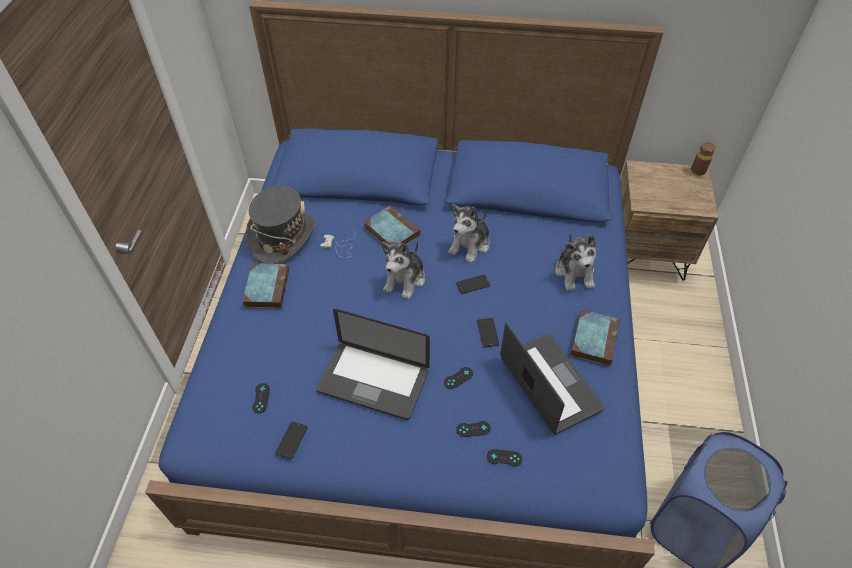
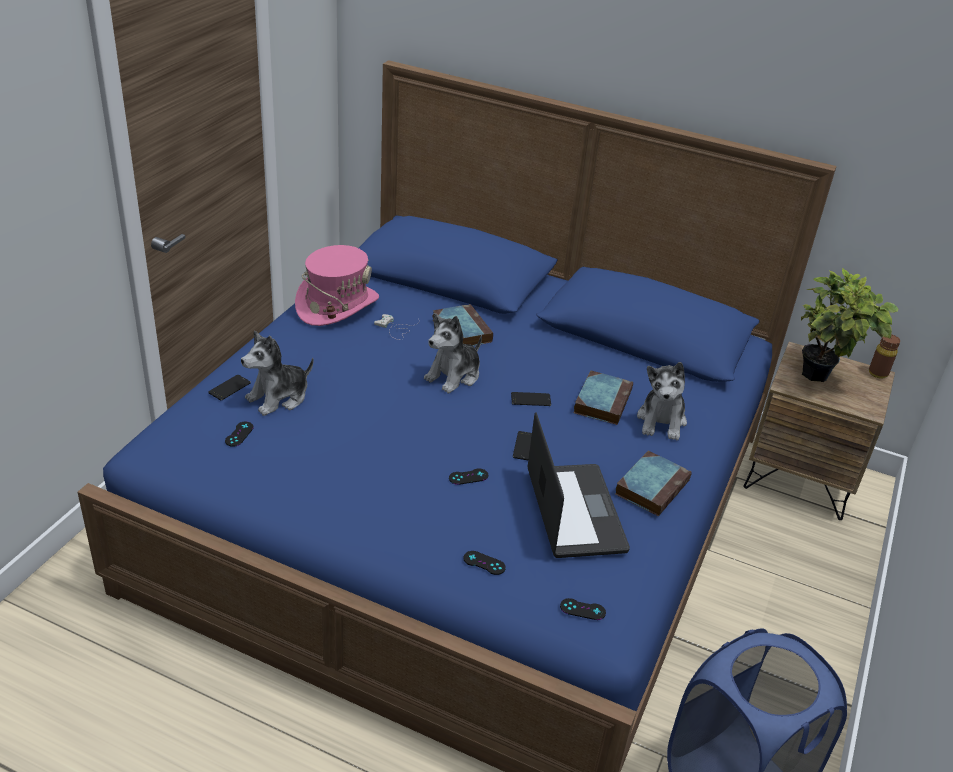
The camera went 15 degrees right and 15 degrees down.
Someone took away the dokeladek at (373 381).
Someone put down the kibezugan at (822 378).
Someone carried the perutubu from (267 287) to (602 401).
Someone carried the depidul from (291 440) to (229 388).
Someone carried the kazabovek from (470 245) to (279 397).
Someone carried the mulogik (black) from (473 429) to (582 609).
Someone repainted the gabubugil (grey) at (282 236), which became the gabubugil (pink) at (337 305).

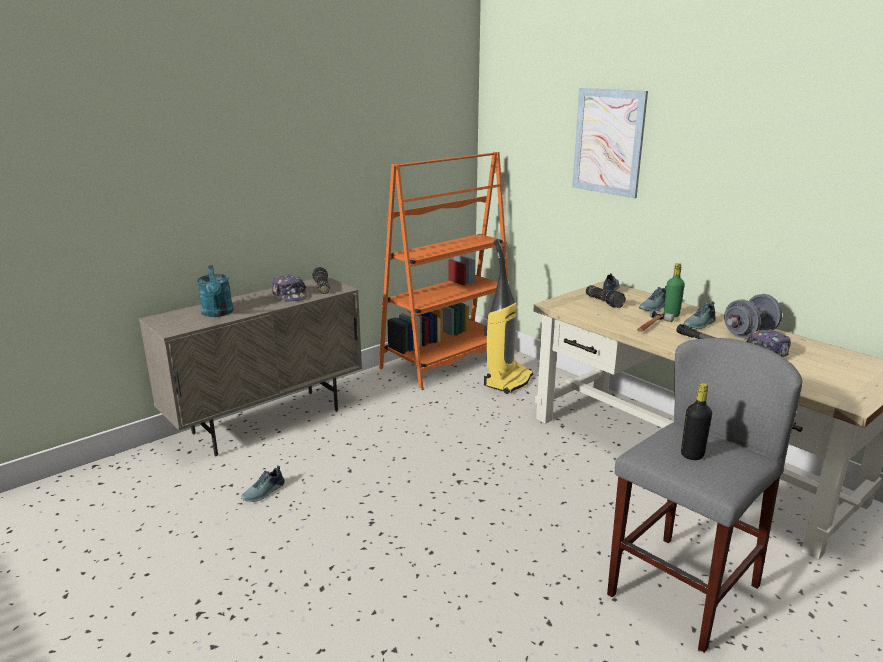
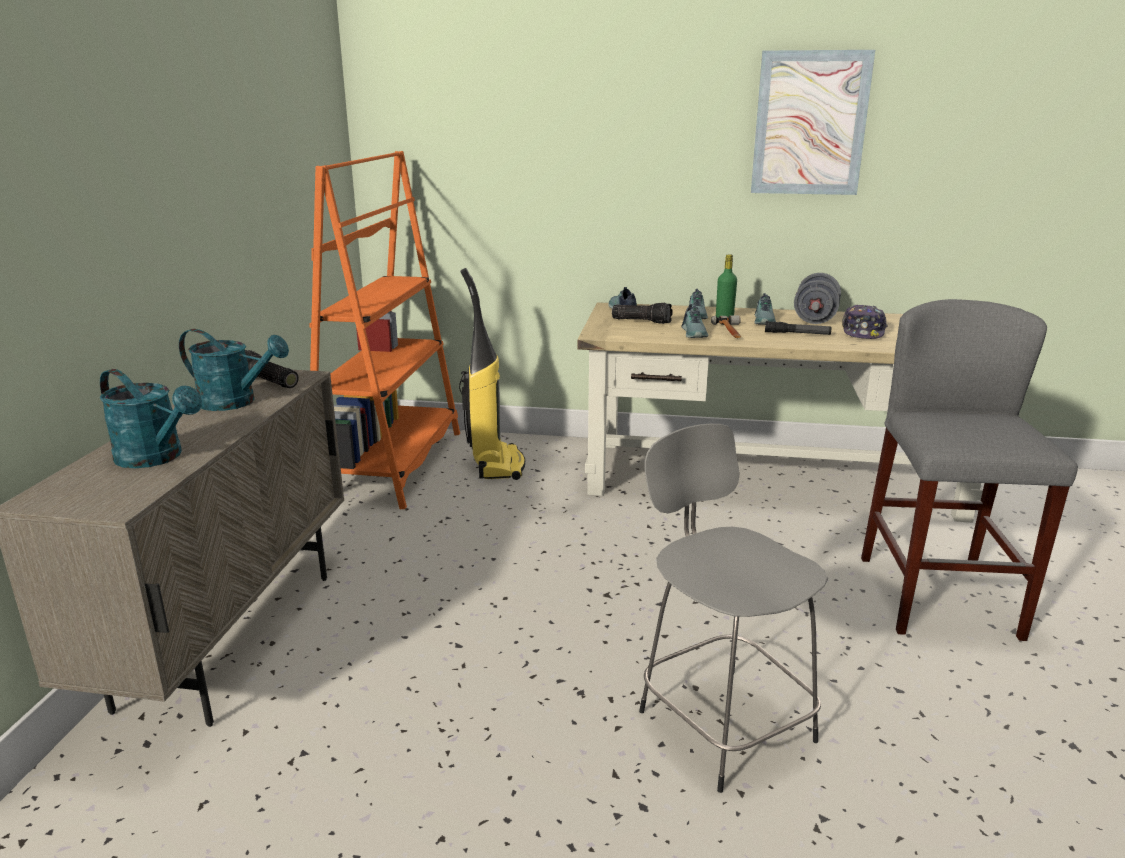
The camera went 40 degrees left and 0 degrees up.
Someone took away the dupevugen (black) at (692 455).
Someone put down the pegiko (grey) at (722 722).
Someone carried the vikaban from (264 492) to (695 333).
Someone carried the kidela from (608 142) to (810 124).
Someone swapped the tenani at (290 295) for the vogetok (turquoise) at (236 402).

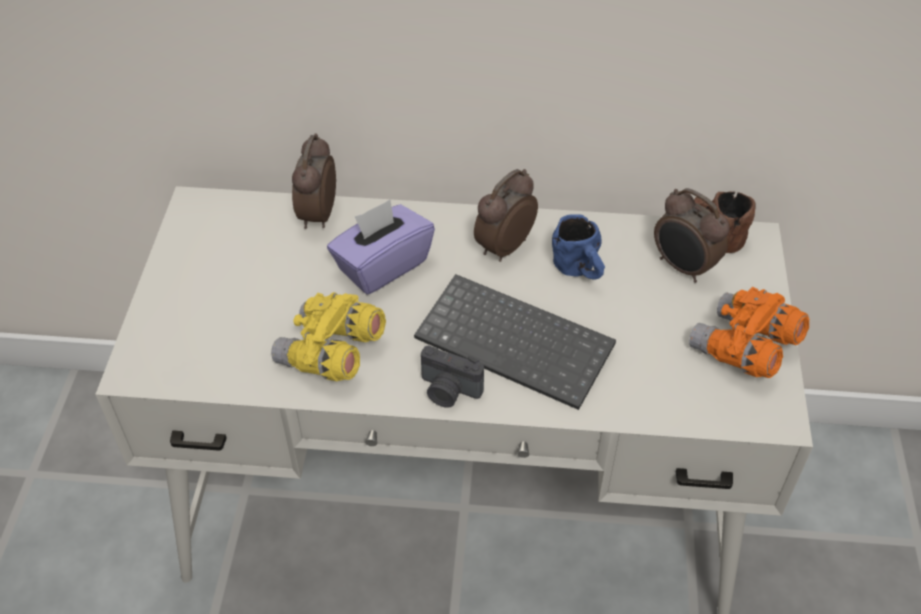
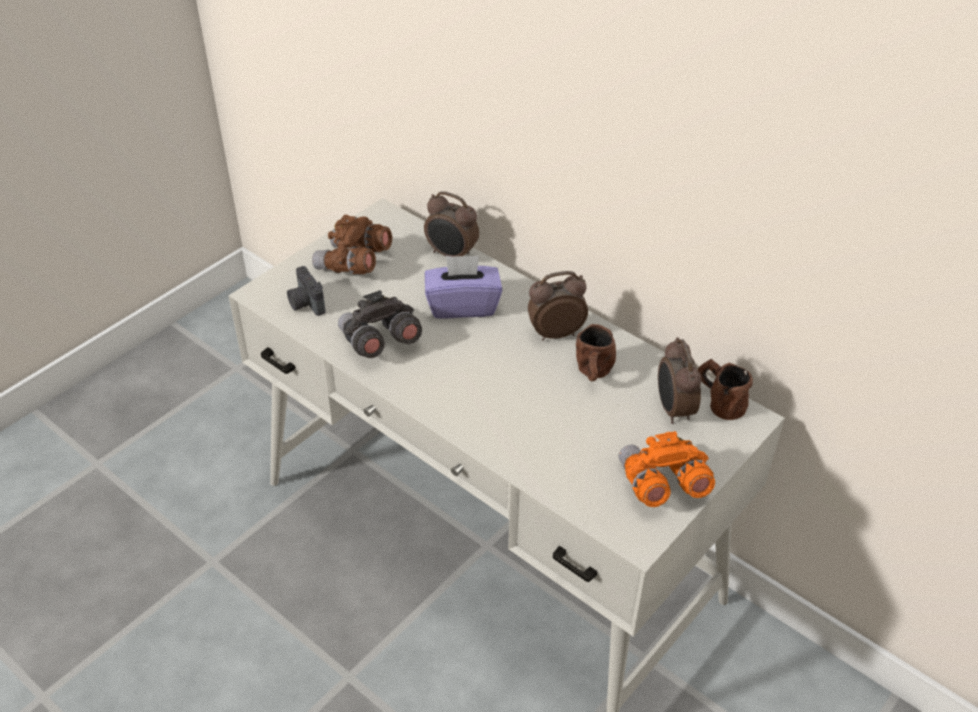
The camera went 35 degrees right and 5 degrees down.
Someone took away the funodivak at (518 342).
Someone put down the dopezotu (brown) at (354 263).
Someone carried the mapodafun from (448 391) to (305 303).
Someone repainted the dopezotu (yellow) at (331 354), which became the dopezotu (grey) at (379 342).
Someone repainted the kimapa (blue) at (580 272), which became the kimapa (brown) at (593 375).
Someone rotated the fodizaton at (317 215) by 105 degrees counterclockwise.

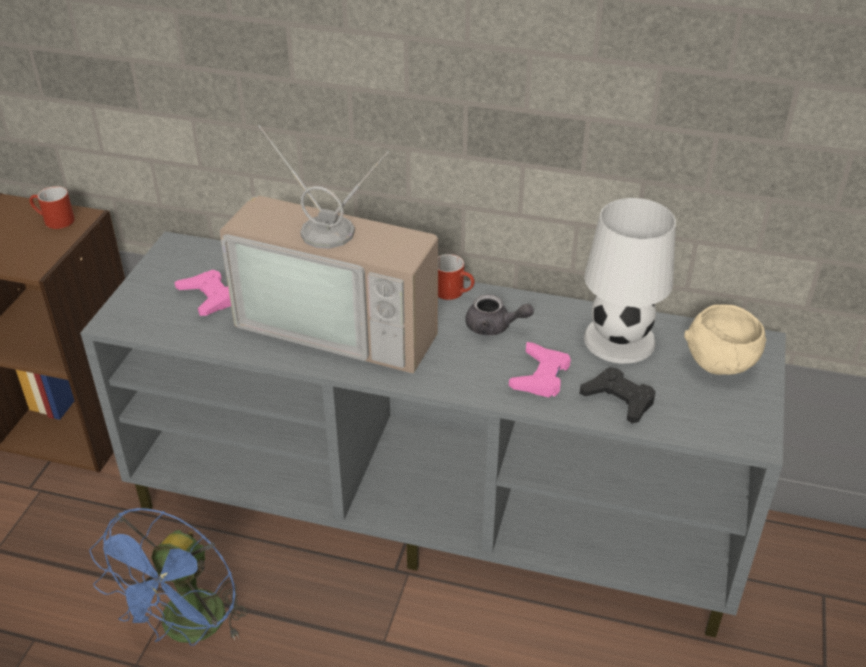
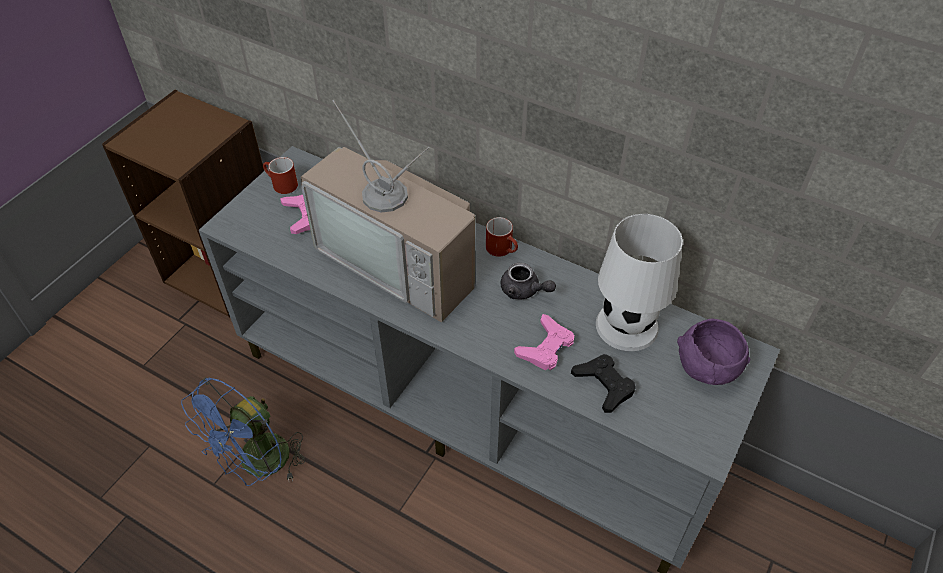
The camera went 15 degrees right and 10 degrees up.
Someone carried the kimapa (red) from (53 221) to (281 184).
Someone repainted the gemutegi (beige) at (720 365), which became the gemutegi (purple) at (706 370).

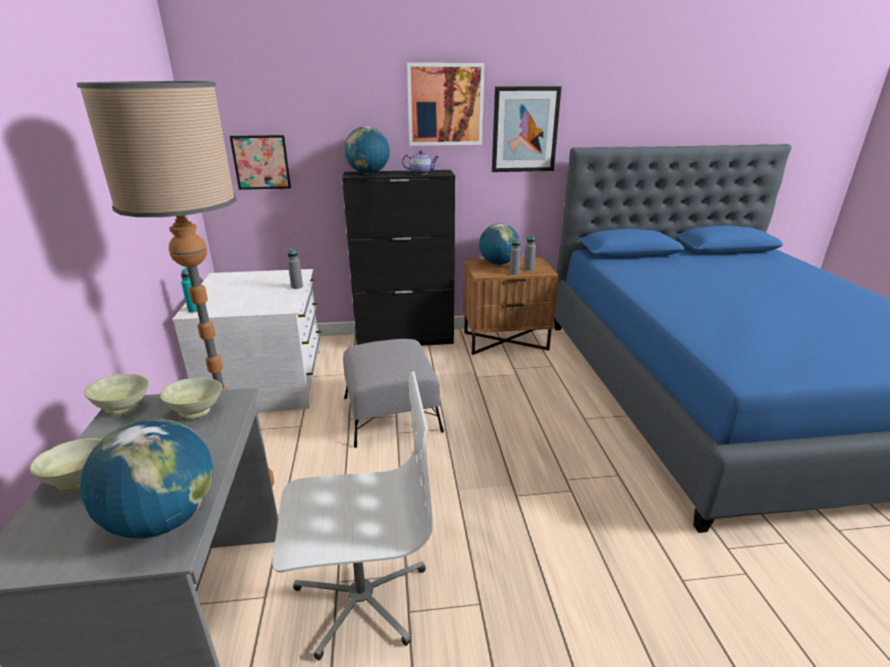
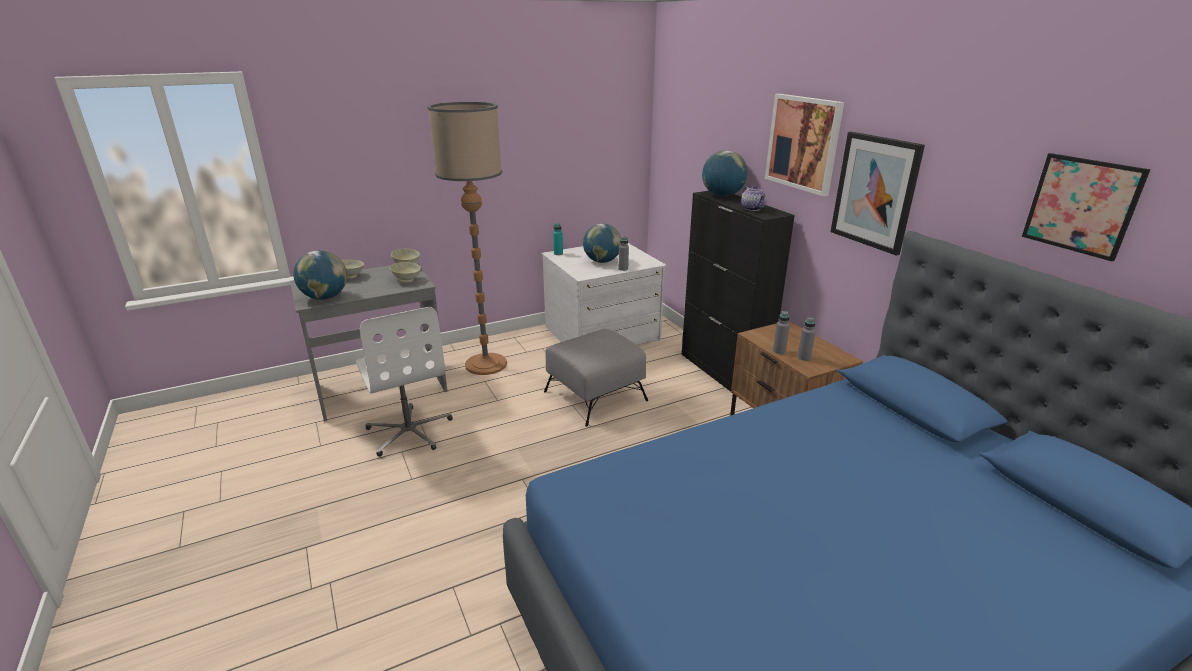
The camera went 70 degrees right and 0 degrees up.
Someone carried the kidela from (261 162) to (1081 205).
Someone carried the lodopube from (498 263) to (602 261).

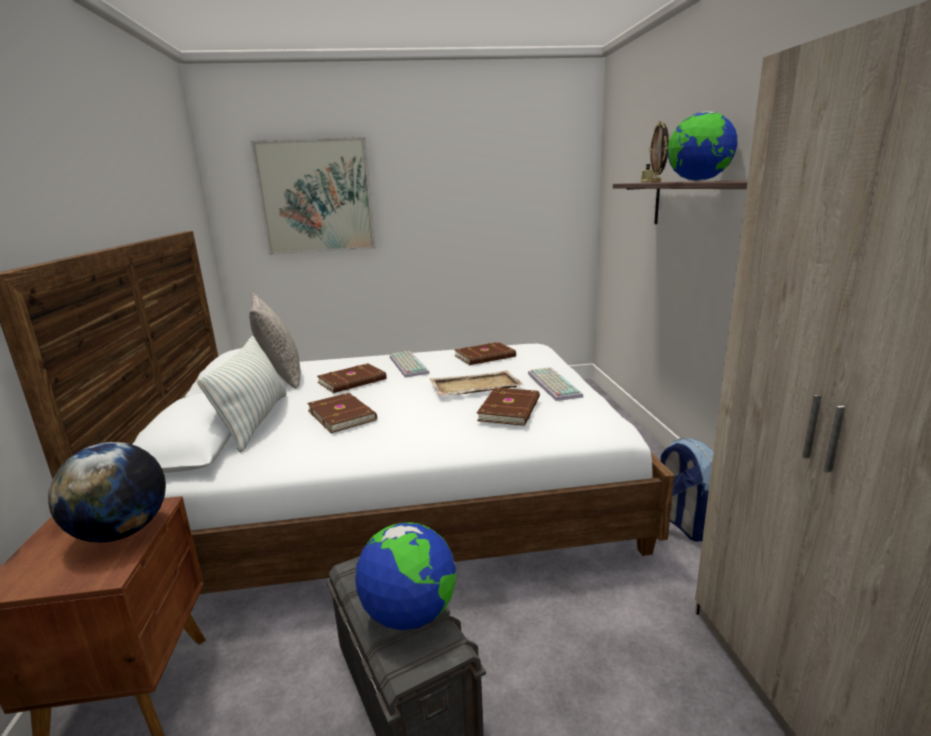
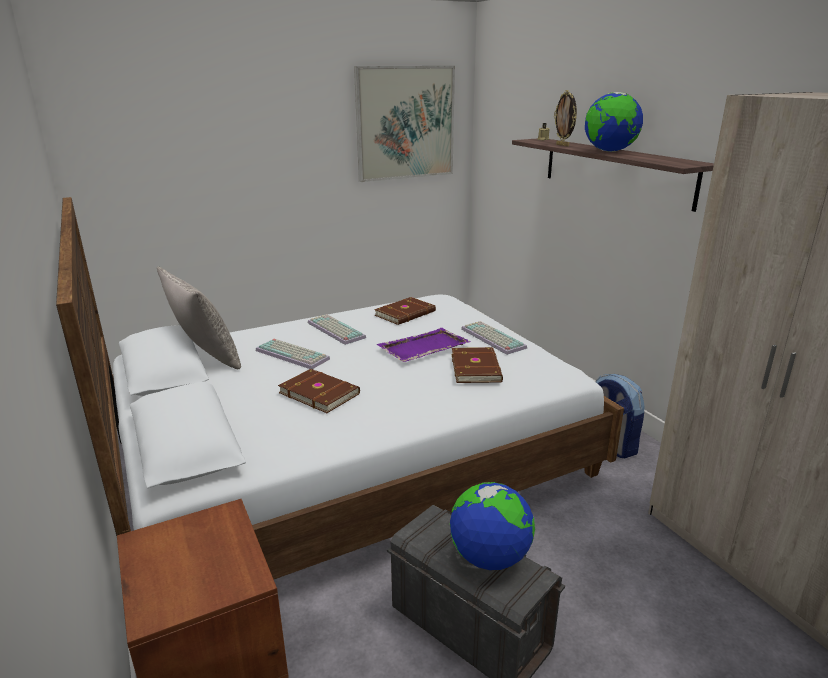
The camera went 20 degrees left and 5 degrees up.
Someone took away the lodopube at (122 532).
Someone took away the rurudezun at (255 421).
Someone carried the kidela from (316 197) to (405 123).
Someone swapped the perutubu (brown) at (353 381) for the funodivak at (294 354).
Someone repainted the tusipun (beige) at (474 386), which became the tusipun (purple) at (423 347).

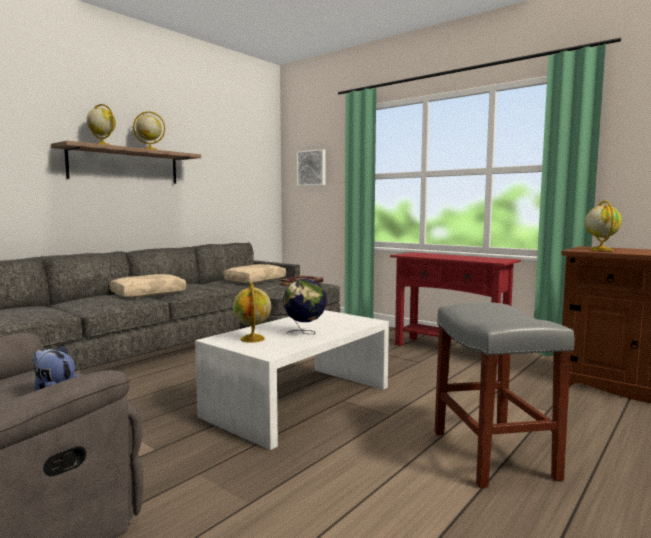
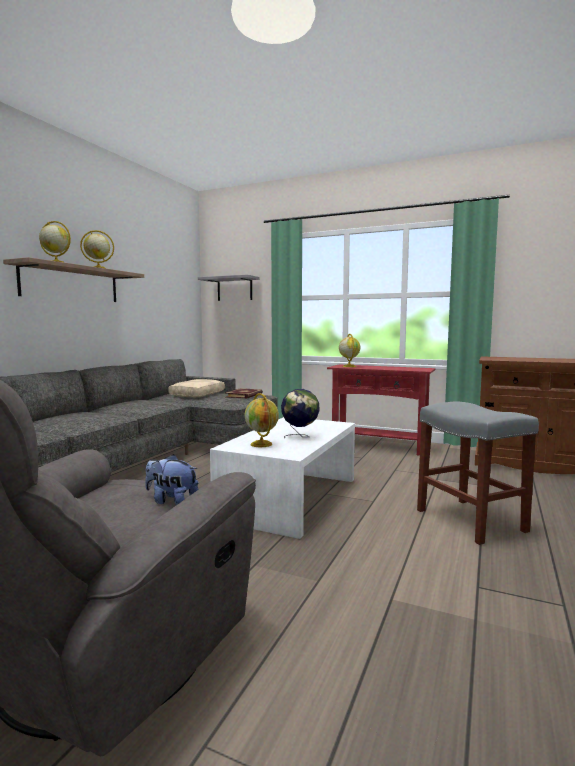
The camera went 15 degrees left and 0 degrees up.
Someone took away the rurudezun (beige) at (148 294).
Someone carried the lodopube from (600 250) to (349 366).
Someone swapped the kidela at (312 168) for the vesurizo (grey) at (234 289).

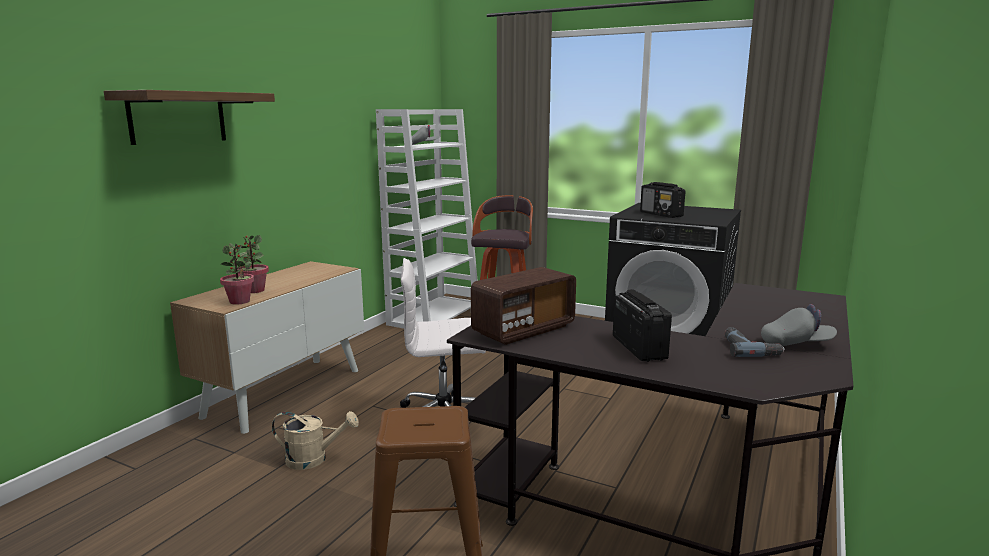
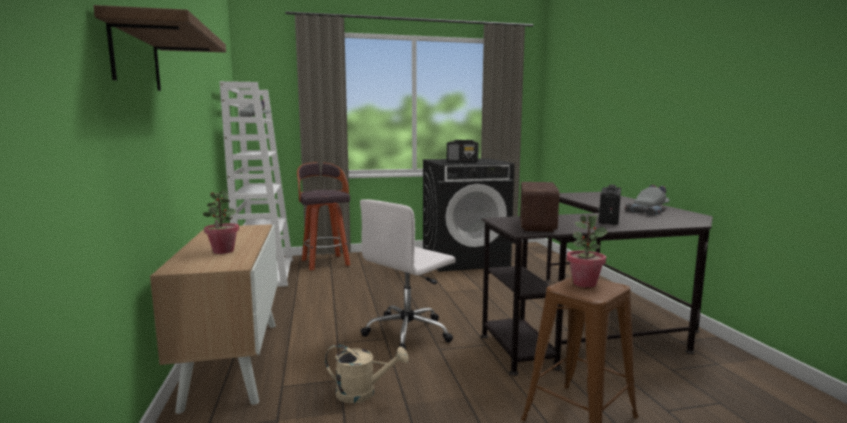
The camera went 40 degrees left and 5 degrees down.
Someone carried the kibezugan from (240 301) to (584 283).
Someone rotated the vogetok (beige) at (314 459) by 45 degrees clockwise.
Someone rotated the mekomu at (638 347) by 105 degrees counterclockwise.

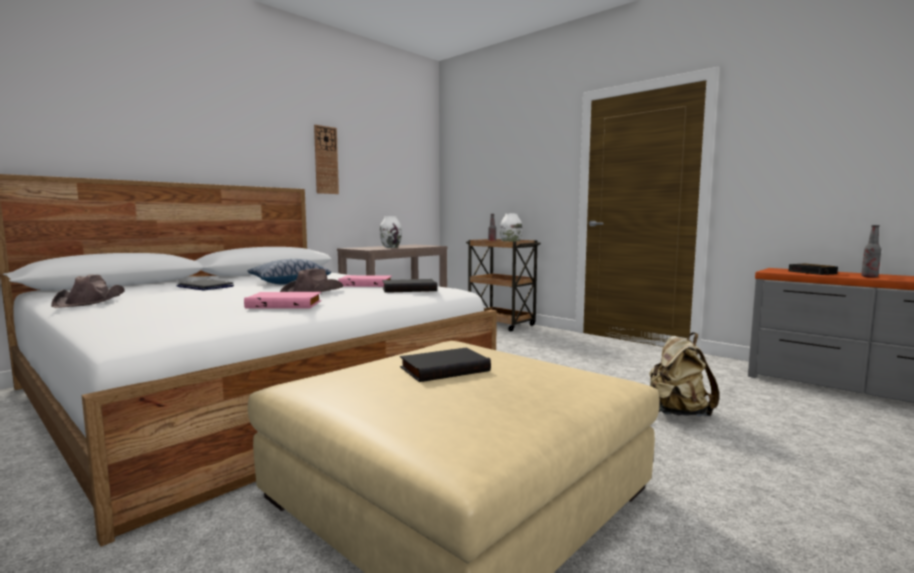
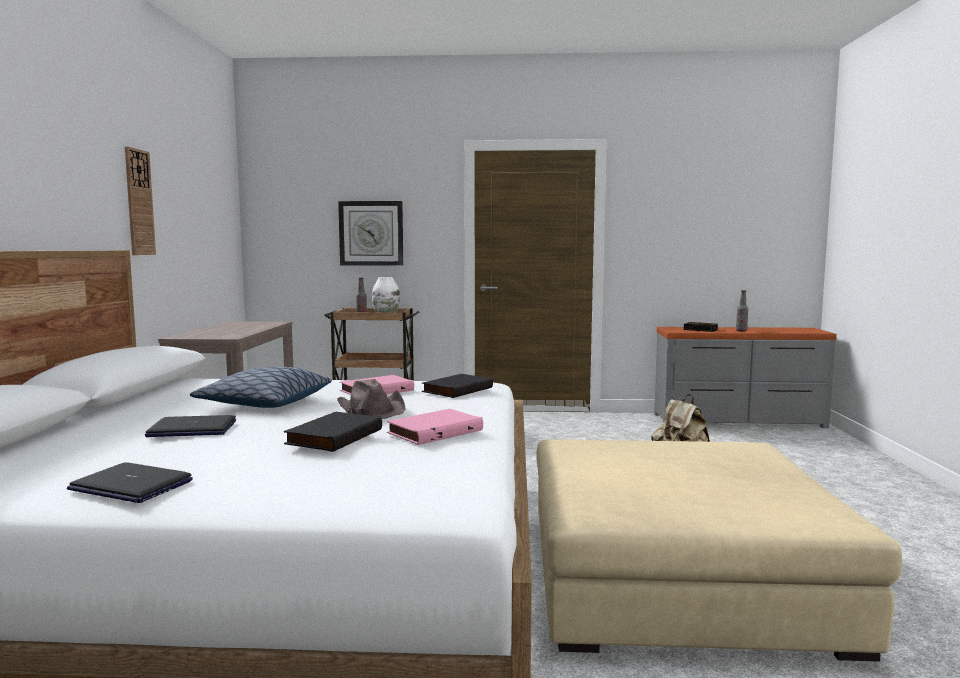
The camera went 40 degrees left and 0 degrees up.
Someone took away the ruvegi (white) at (391 247).
Someone put up the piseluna at (371 233).
Someone carried the perutubu (black) from (444 368) to (333 436).
Someone swapped the gabubugil (brown) at (90 301) for the dokeladek at (130 485).

